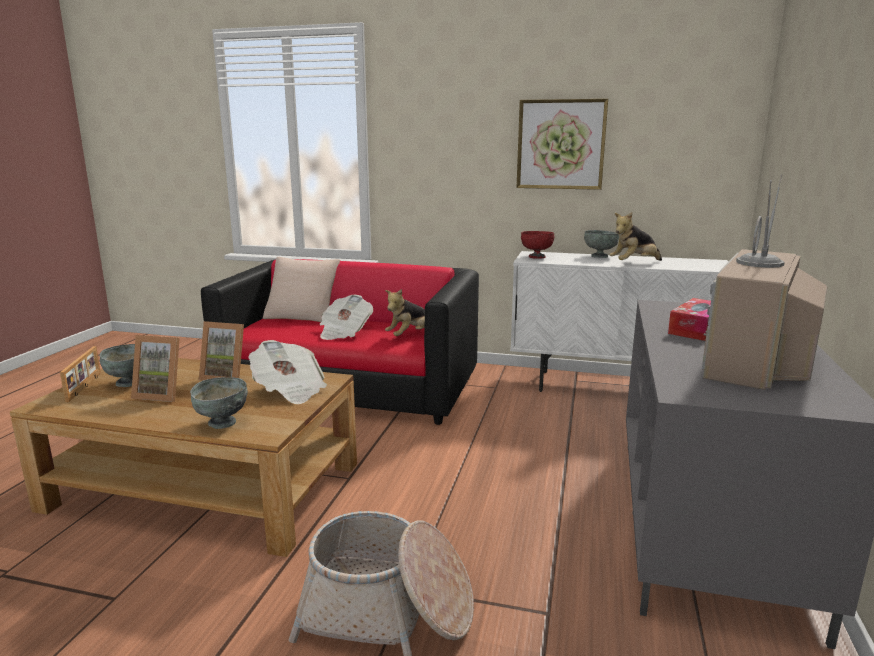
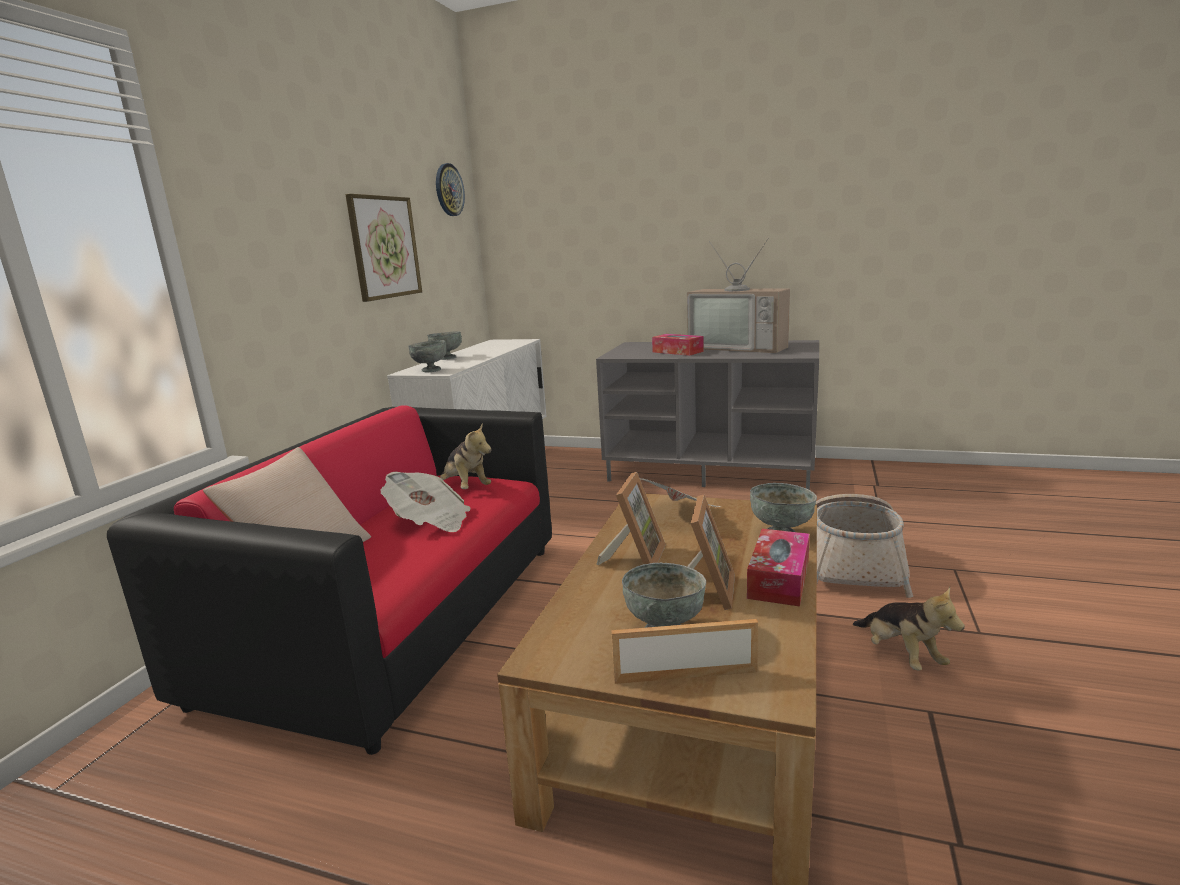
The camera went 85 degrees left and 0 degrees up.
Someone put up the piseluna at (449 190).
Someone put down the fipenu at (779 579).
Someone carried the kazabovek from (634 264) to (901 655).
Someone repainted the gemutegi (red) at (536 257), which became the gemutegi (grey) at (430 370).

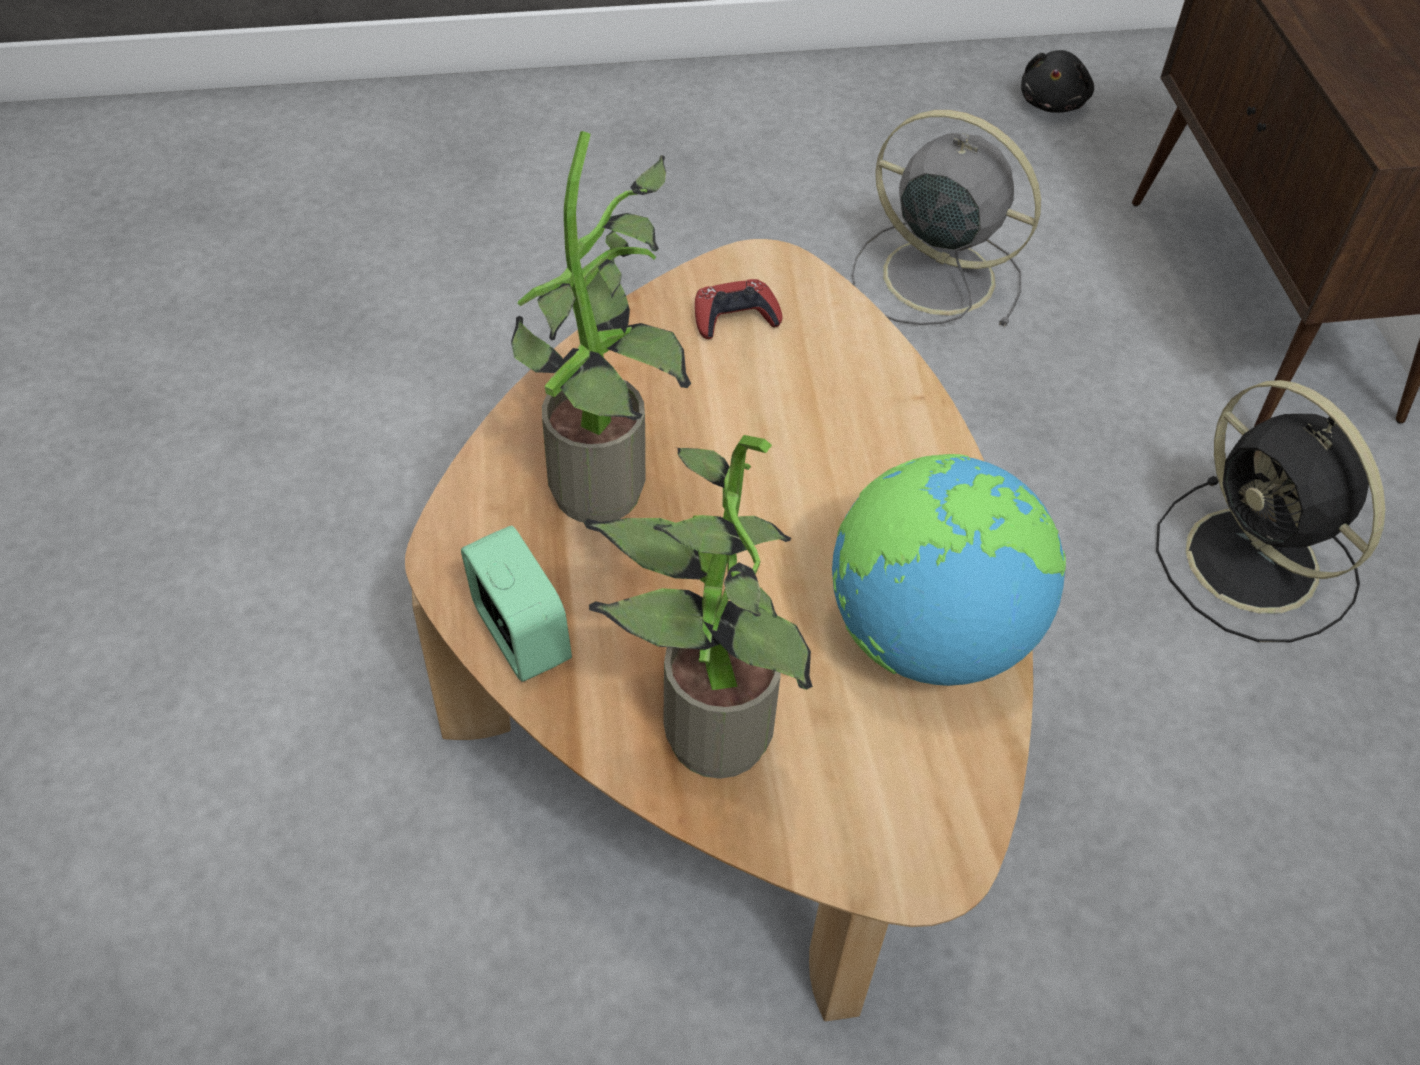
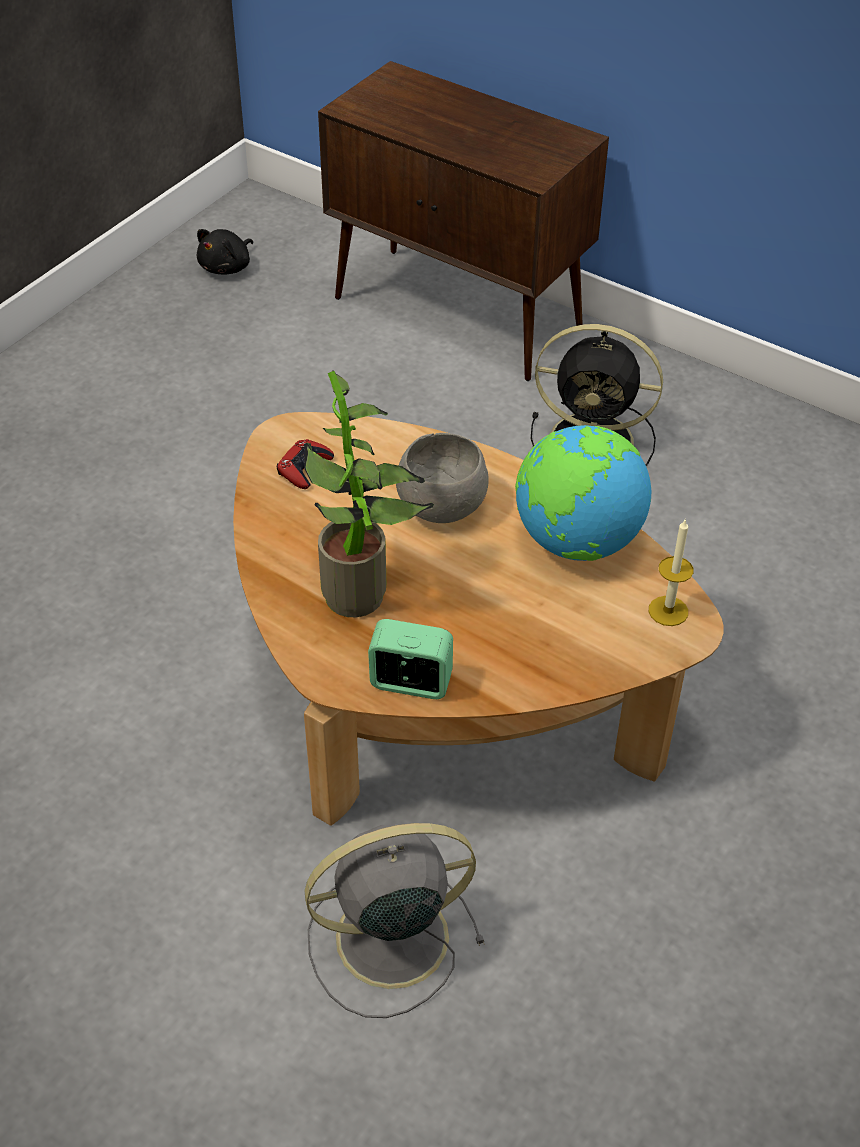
The camera went 45 degrees left and 5 degrees down.
Someone took away the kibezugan at (700 736).
Someone put down the gemutegi (grey) at (440 506).
Someone put down the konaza at (668 611).
Someone carried the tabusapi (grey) from (933 275) to (387 939).
Someone rotated the kazabovek (black) at (1053 102) by 60 degrees clockwise.

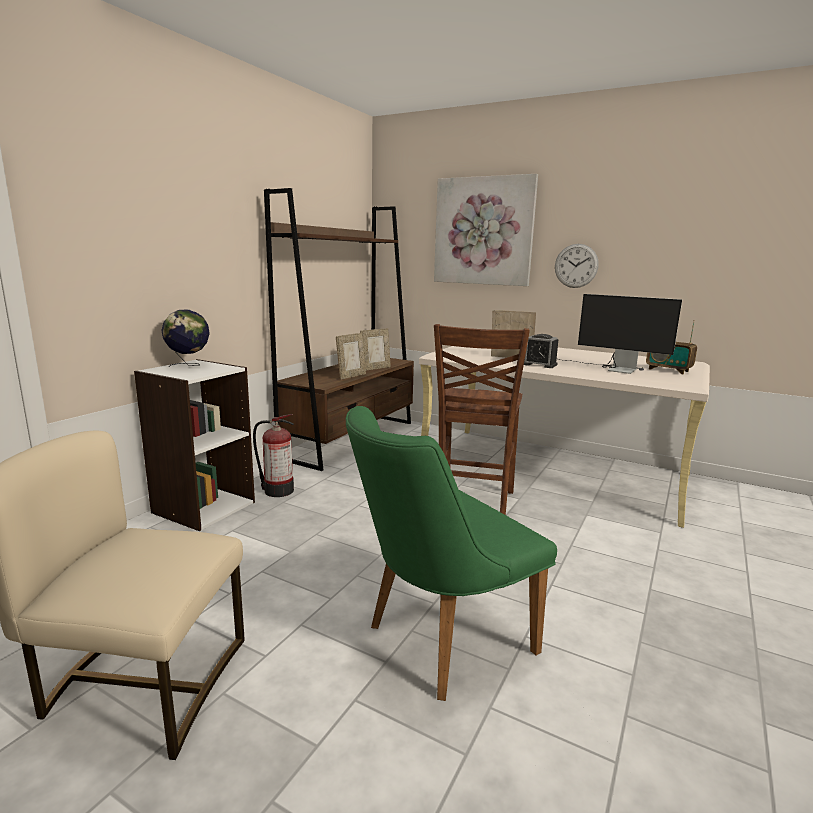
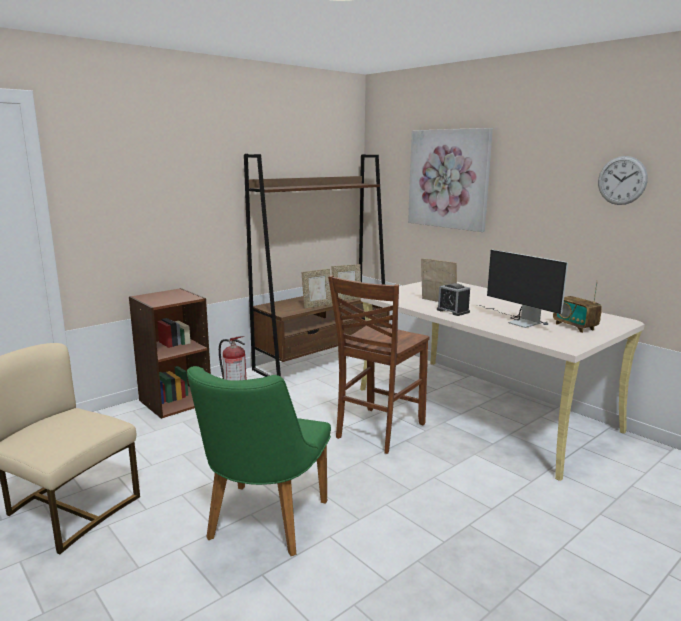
The camera went 20 degrees right and 0 degrees up.
Someone took away the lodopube at (189 365).
Someone carried the piseluna from (576 266) to (622 180).
Someone repainted the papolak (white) at (203 507), which became the papolak (brown) at (175 401).
Someone rotated the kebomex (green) at (437 642) by 60 degrees counterclockwise.

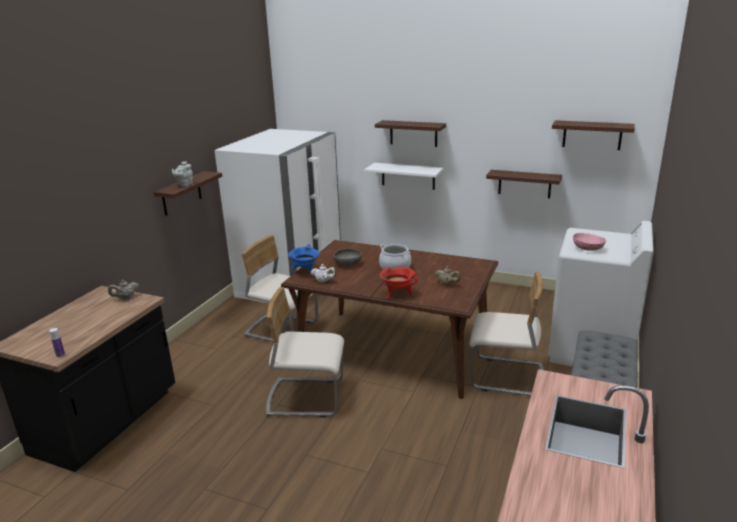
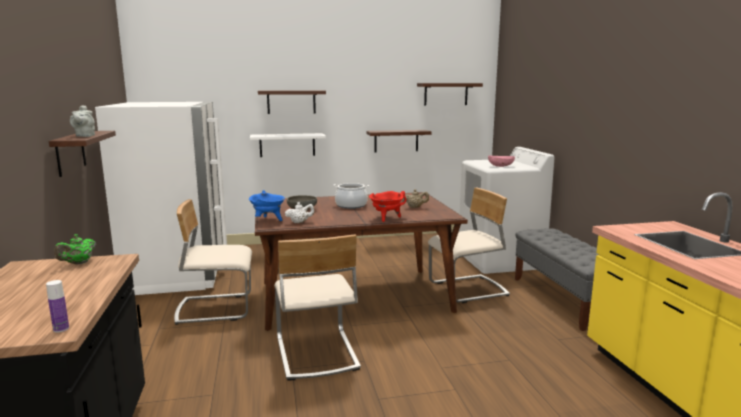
The camera went 35 degrees left and 10 degrees down.
Someone repainted the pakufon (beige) at (125 298), which became the pakufon (green) at (78 263).
Someone rotated the kebomex (beige) at (306 397) by 75 degrees counterclockwise.

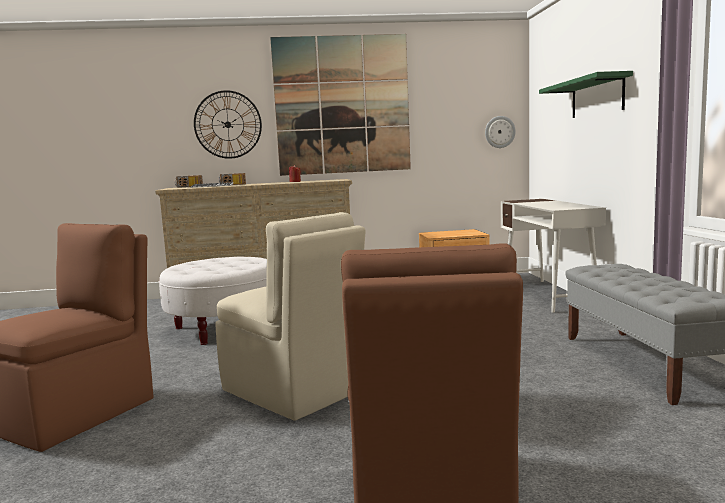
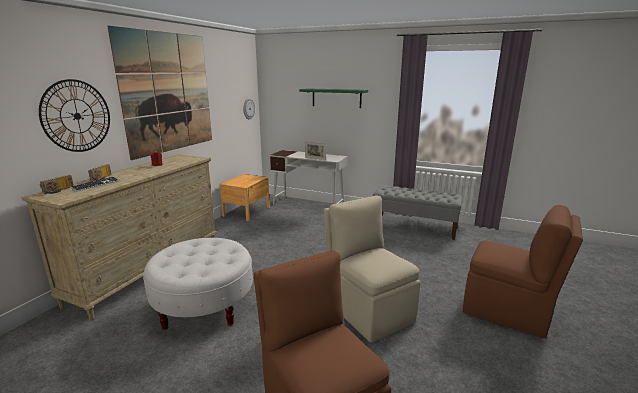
The camera went 60 degrees left and 10 degrees up.
Someone put down the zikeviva at (315 159).
Someone rotated the kebomex (beige) at (294 391) by 105 degrees counterclockwise.

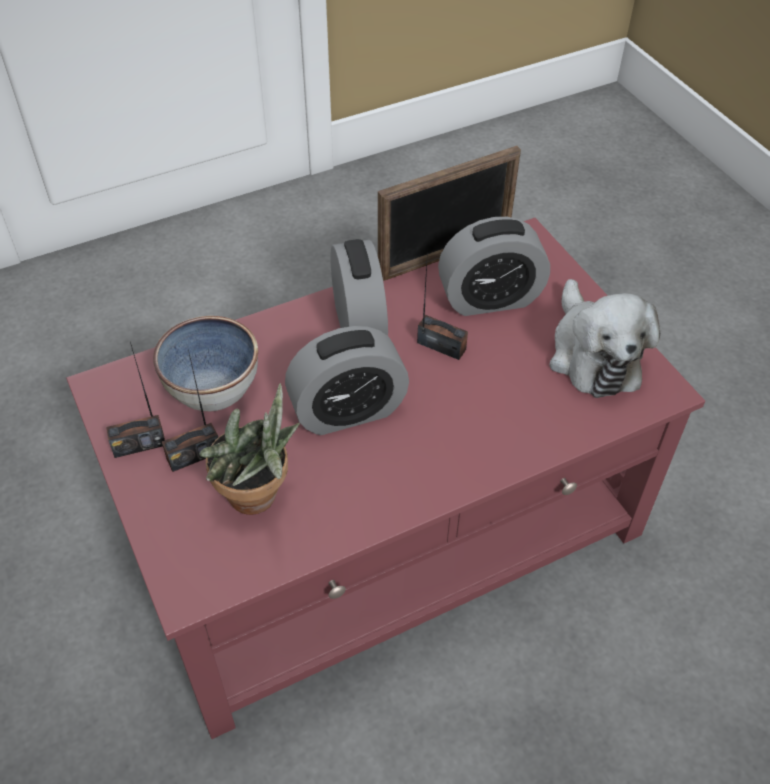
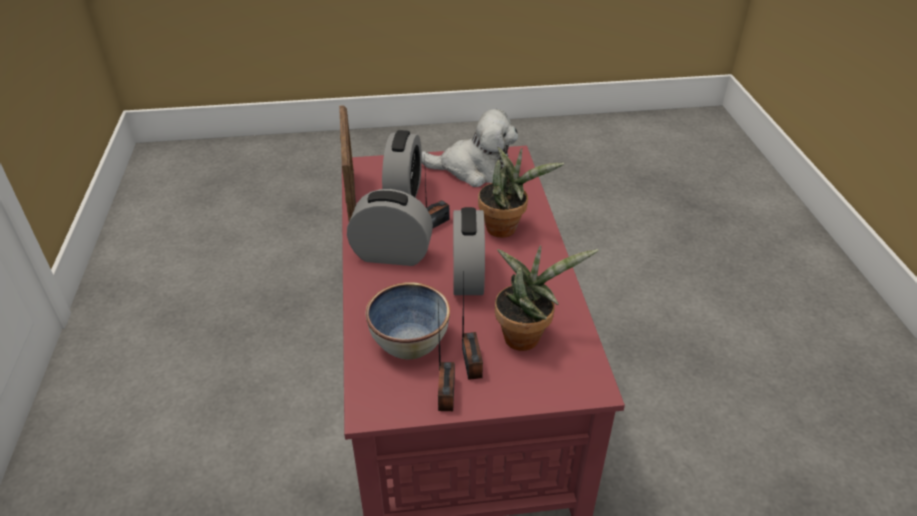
The camera went 70 degrees left and 10 degrees down.
Someone put down the kibezugan at (506 228).

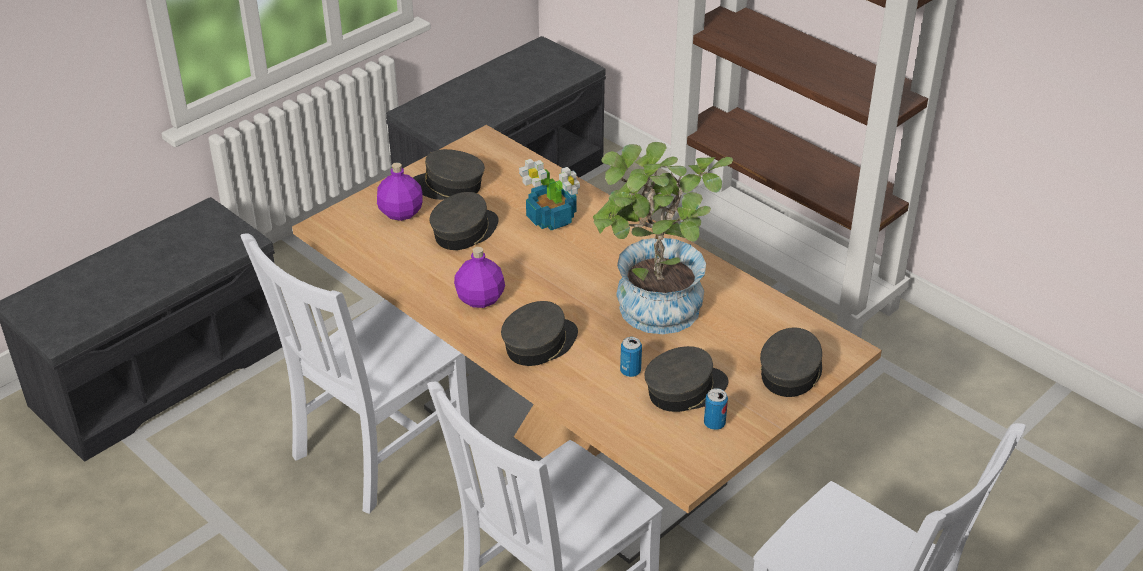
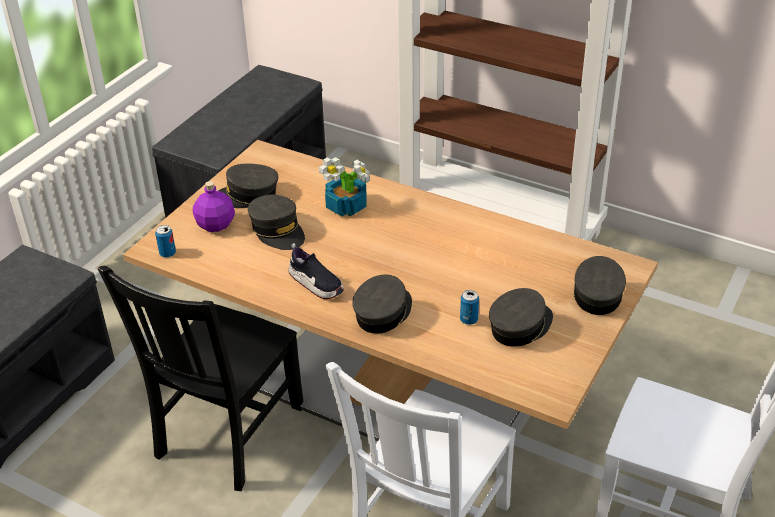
The camera went 15 degrees left and 0 degrees up.
Someone took away the kibezugan at (652 315).
Someone carried the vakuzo from (714 423) to (167 253).
Someone swapped the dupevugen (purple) at (480 298) for the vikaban at (316 284).
Someone repainted the kebomex (white) at (376 450), which became the kebomex (black) at (227 434).
Someone rotated the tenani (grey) at (464 232) by 120 degrees clockwise.

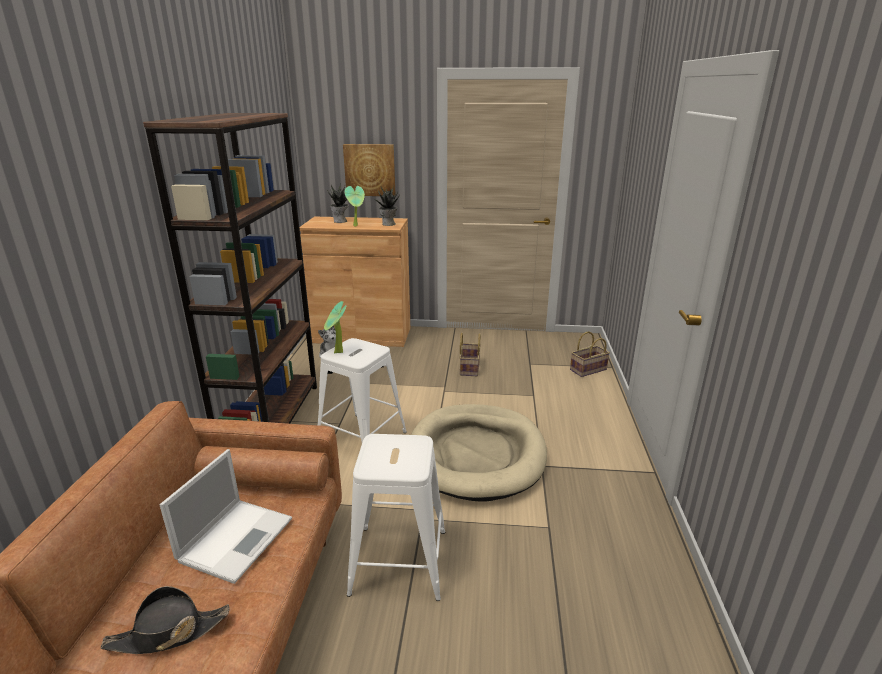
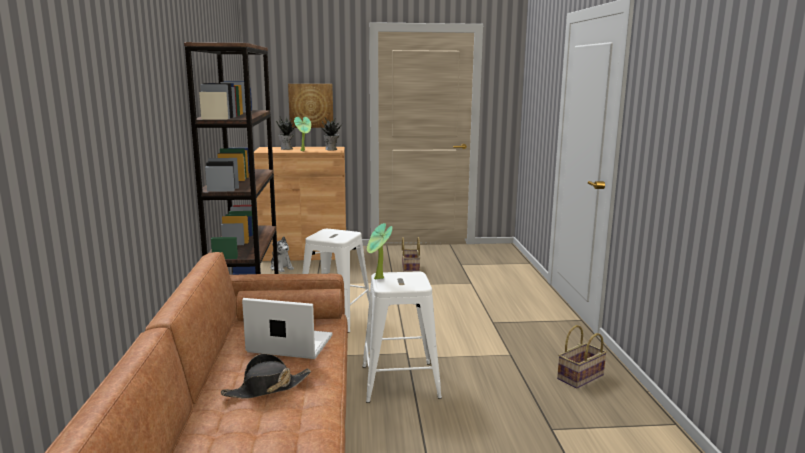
The camera went 10 degrees left and 10 degrees down.
Someone took away the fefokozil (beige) at (476 454).
Someone carried the kibezugan from (337 353) to (378 279).
Someone carried the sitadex from (588 370) to (580 378).
Someone rotated the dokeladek at (237 538) by 90 degrees counterclockwise.

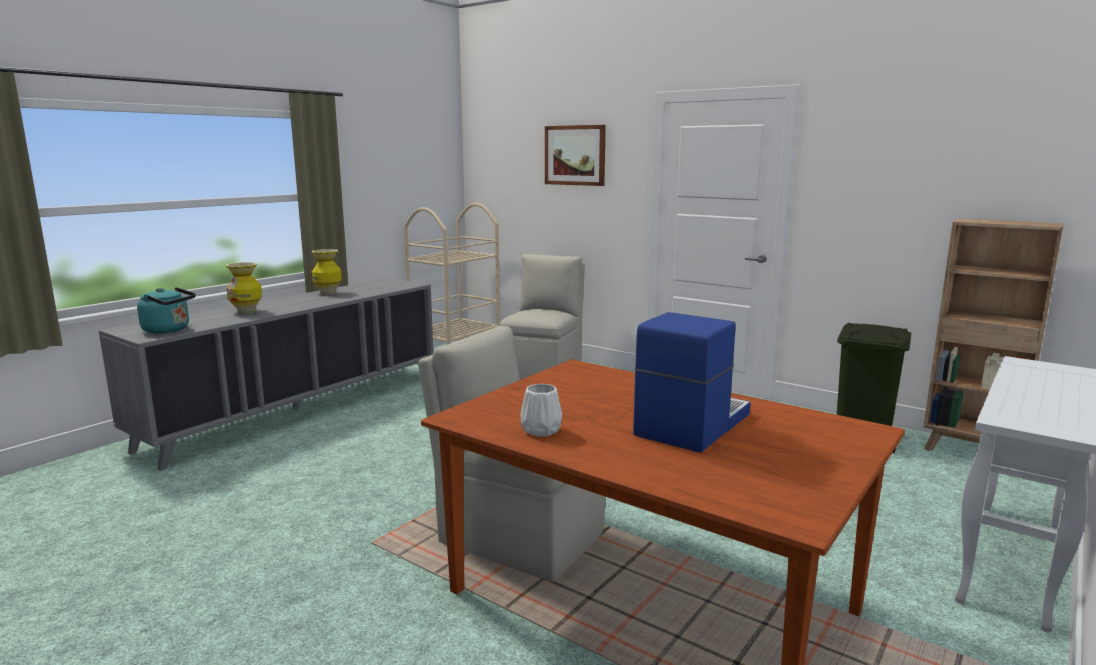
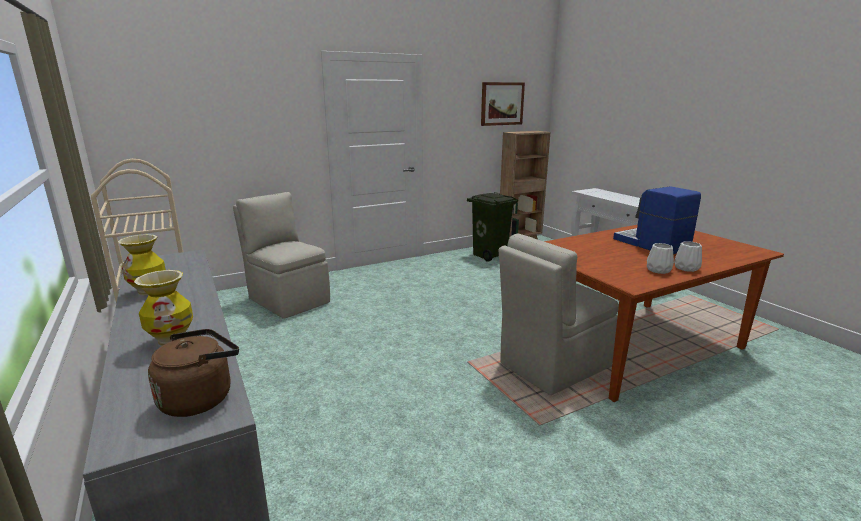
The camera went 65 degrees left and 5 degrees up.
Someone put down the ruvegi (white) at (686 268).
Someone carried the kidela from (575 155) to (502 104).
Someone repainted the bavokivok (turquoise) at (169 330), which became the bavokivok (brown) at (200 398).

